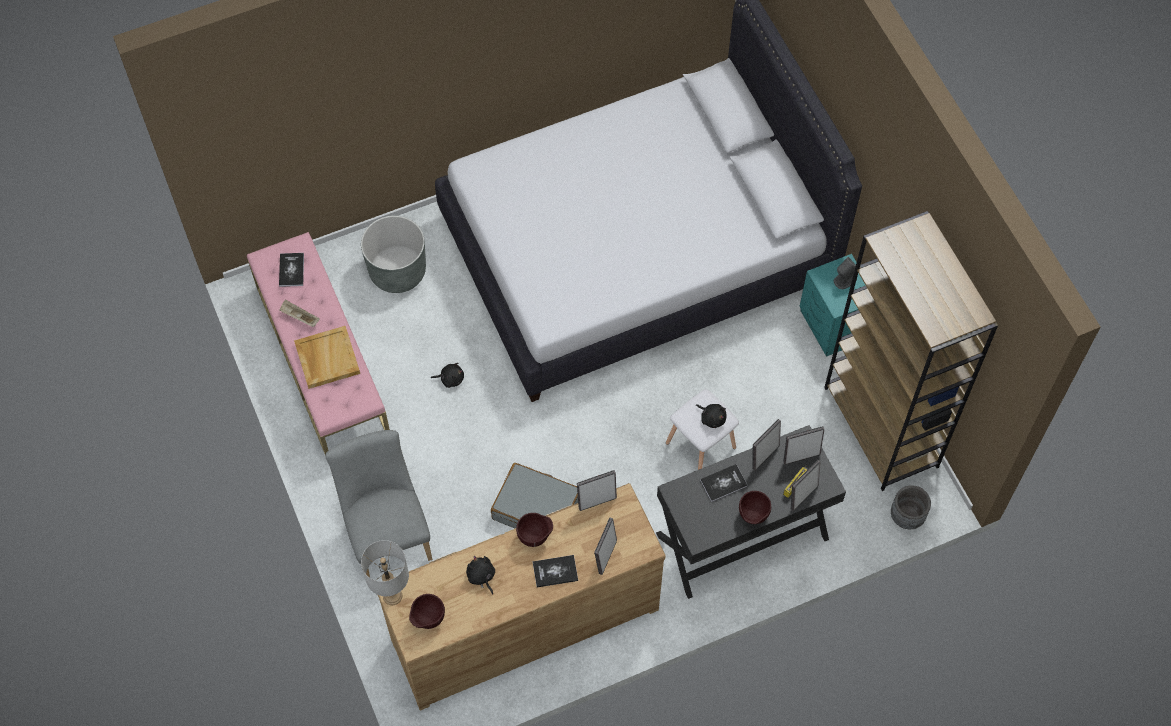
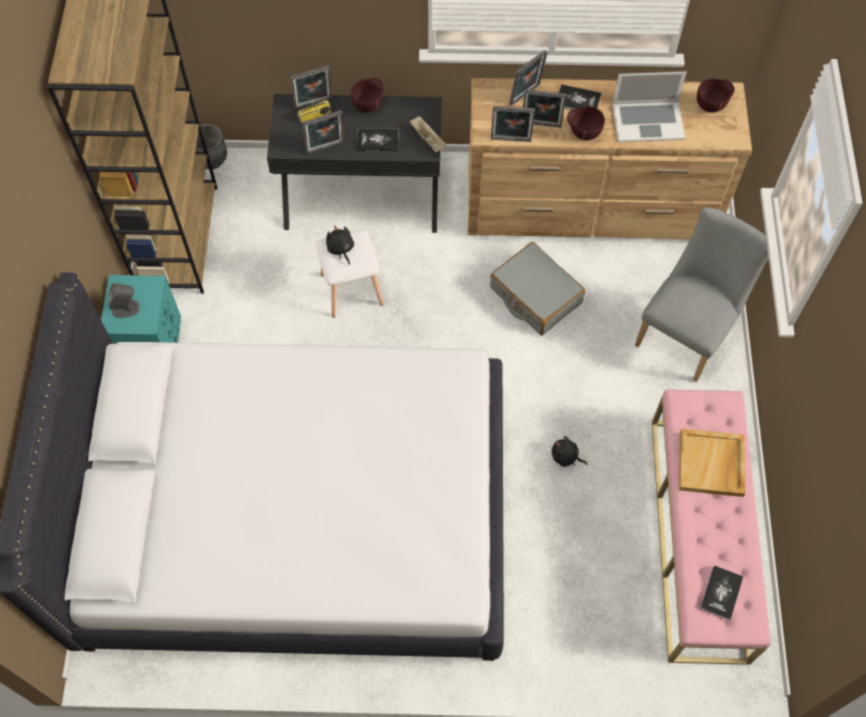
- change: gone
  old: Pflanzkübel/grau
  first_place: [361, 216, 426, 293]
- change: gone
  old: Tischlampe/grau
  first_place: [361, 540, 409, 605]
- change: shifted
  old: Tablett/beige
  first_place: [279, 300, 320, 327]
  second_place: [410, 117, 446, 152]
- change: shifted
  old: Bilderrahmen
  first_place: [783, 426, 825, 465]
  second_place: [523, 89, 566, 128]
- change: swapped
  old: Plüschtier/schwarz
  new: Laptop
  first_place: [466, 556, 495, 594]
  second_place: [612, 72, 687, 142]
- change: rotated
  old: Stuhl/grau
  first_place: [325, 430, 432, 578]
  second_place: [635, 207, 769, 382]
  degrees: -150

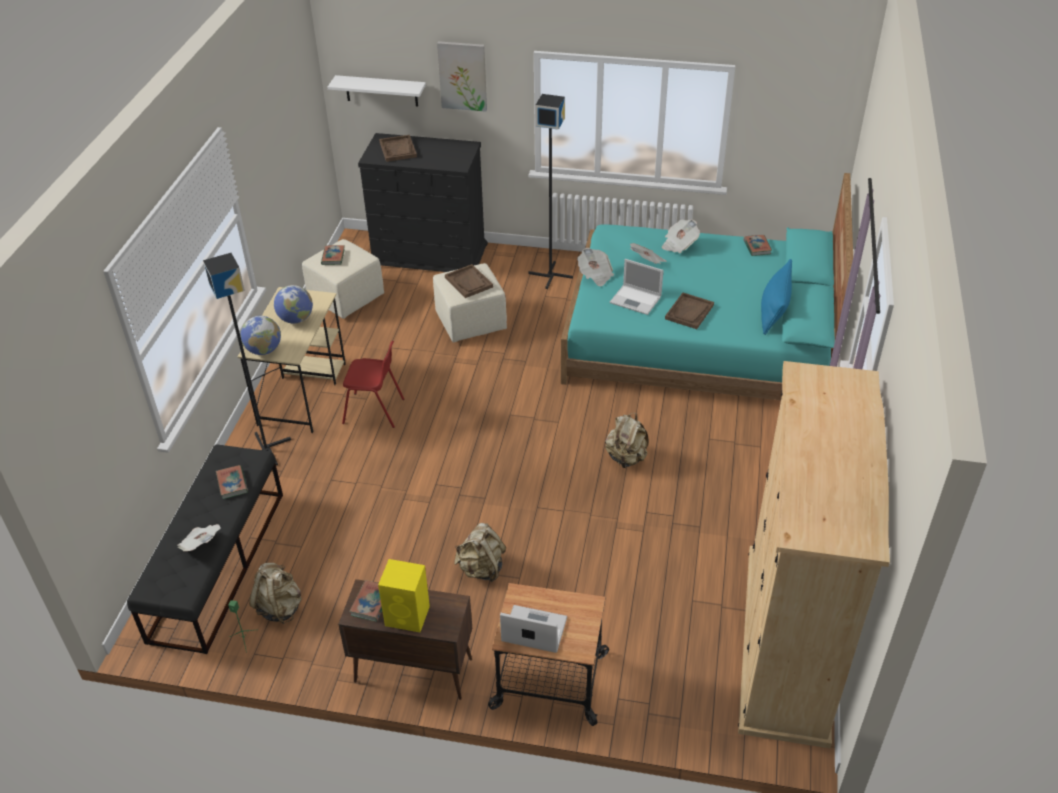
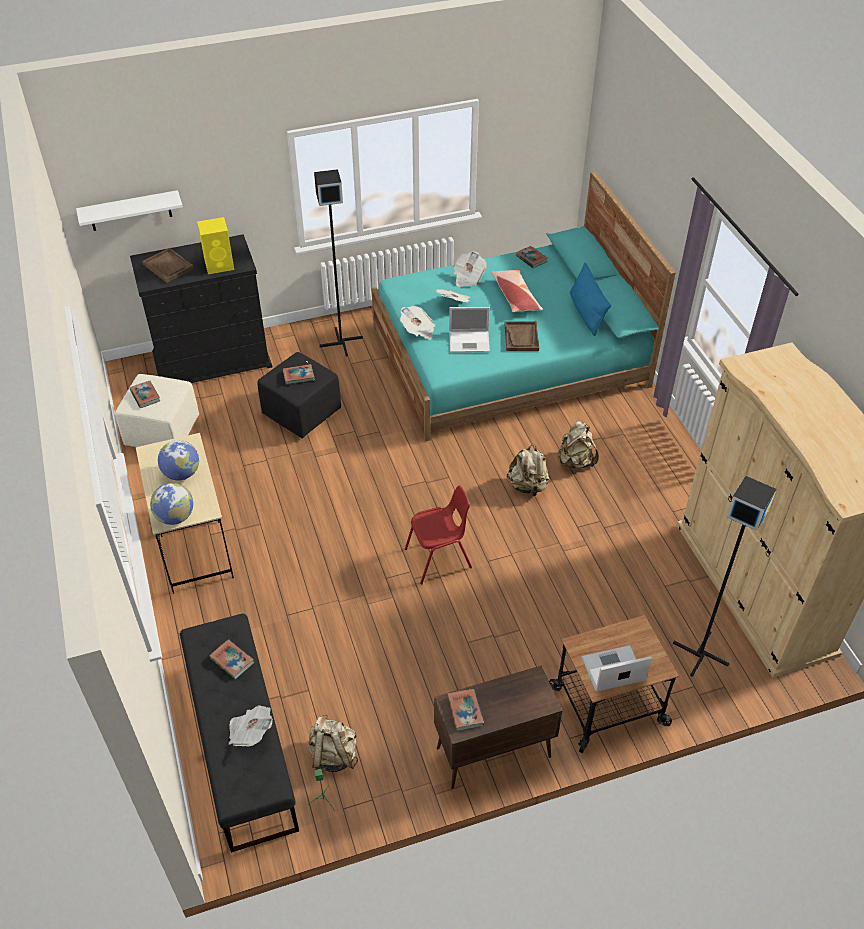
- change: gone
  old: Bild
  first_place: [437, 41, 487, 112]
- change: new
  new: Kissen
  second_place: [491, 270, 543, 312]
- change: shifted
  old: Stehlampe/schwarz
  first_place: [203, 253, 291, 465]
  second_place: [673, 476, 776, 677]
- change: shifted
  old: Stuhl/rot
  first_place: [342, 341, 404, 428]
  second_place: [405, 485, 472, 584]
- change: shifted
  old: Lautsprecher/gelb
  first_place: [378, 559, 430, 632]
  second_place: [197, 217, 234, 274]
- change: shifted
  old: Rucksack/beige
  first_place: [454, 523, 506, 582]
  second_place: [557, 421, 599, 469]
- change: swapped
  old: Tablett/braun
  new: Buch
  first_place: [445, 264, 493, 298]
  second_place: [283, 364, 315, 385]
- change: repainted
  old: Polsterhocker/beige
  new: Polsterhocker/schwarz
  first_place: [433, 263, 507, 342]
  second_place: [257, 352, 341, 438]

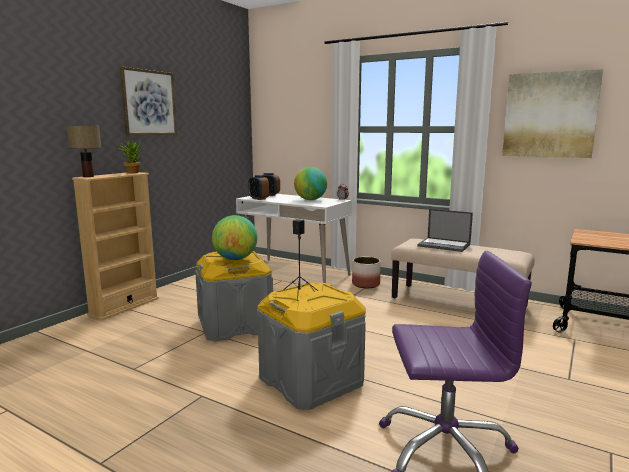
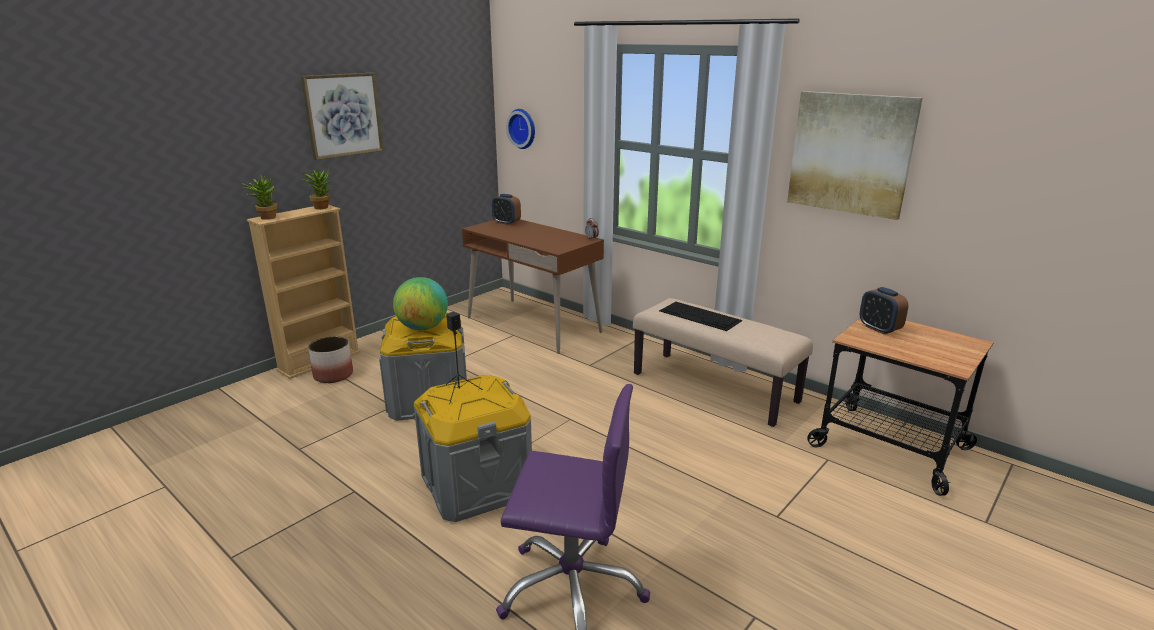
- change: gone
  old: Globus
  first_place: [294, 167, 327, 200]
- change: new
  new: Wanduhr
  second_place: [506, 109, 535, 149]
- change: shifted
  old: Wecker
  first_place: [248, 175, 269, 200]
  second_place: [860, 287, 908, 334]
- change: shifted
  old: Pflanzkübel
  first_place: [352, 257, 381, 288]
  second_place: [308, 336, 353, 383]
- change: swapped
  old: Tischlampe
  new: Topfpflanze
  first_place: [67, 126, 101, 177]
  second_place: [242, 174, 277, 220]
- change: swapped
  old: Laptop
  new: Tastatur
  first_place: [417, 209, 473, 252]
  second_place: [659, 302, 742, 331]
- change: repainted
  old: Schreibtisch/weiß
  new: Schreibtisch/braun
  first_place: [236, 194, 352, 283]
  second_place: [462, 219, 604, 354]

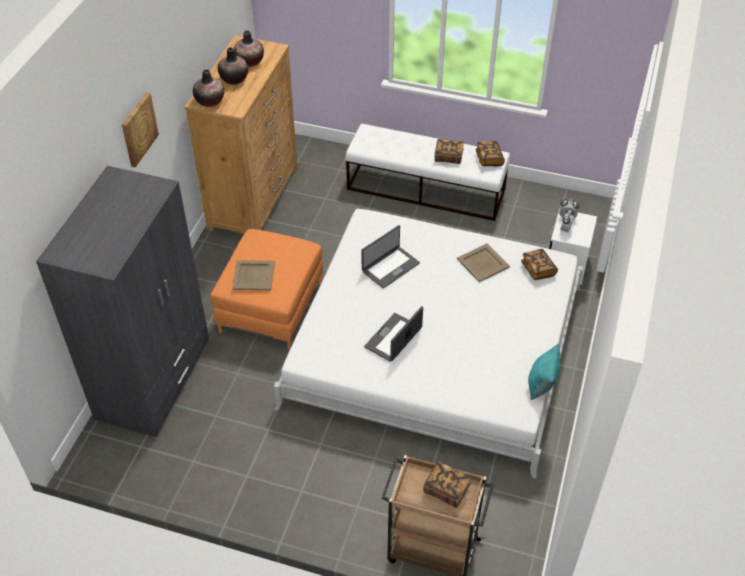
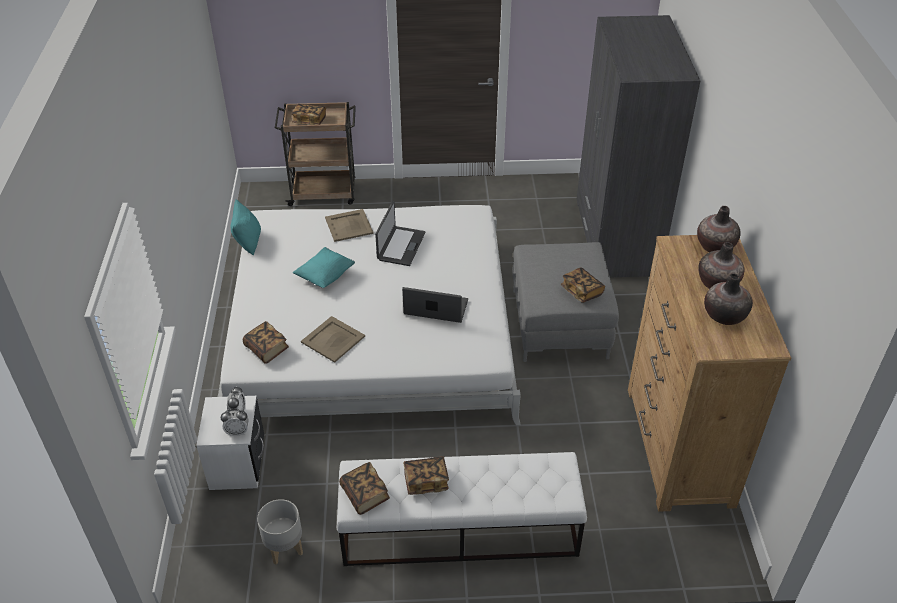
- change: gone
  old: Bild
  first_place: [122, 92, 159, 168]
- change: new
  new: Pflanzkübel/grau
  second_place: [257, 499, 303, 565]
- change: new
  new: Kissen/türkis
  second_place: [293, 247, 355, 288]
- change: new
  new: Buch
  second_place: [561, 267, 605, 303]
- change: shifted
  old: Tablett/beige
  first_place: [232, 260, 275, 290]
  second_place: [325, 209, 374, 242]
- change: repainted
  old: Polsterhocker/orange
  new: Polsterhocker/grau
  first_place: [211, 229, 323, 350]
  second_place: [512, 242, 619, 362]
- change: rotated
  old: Laptop
  first_place: [361, 225, 420, 289]
  second_place: [402, 287, 468, 323]
  degrees: 75

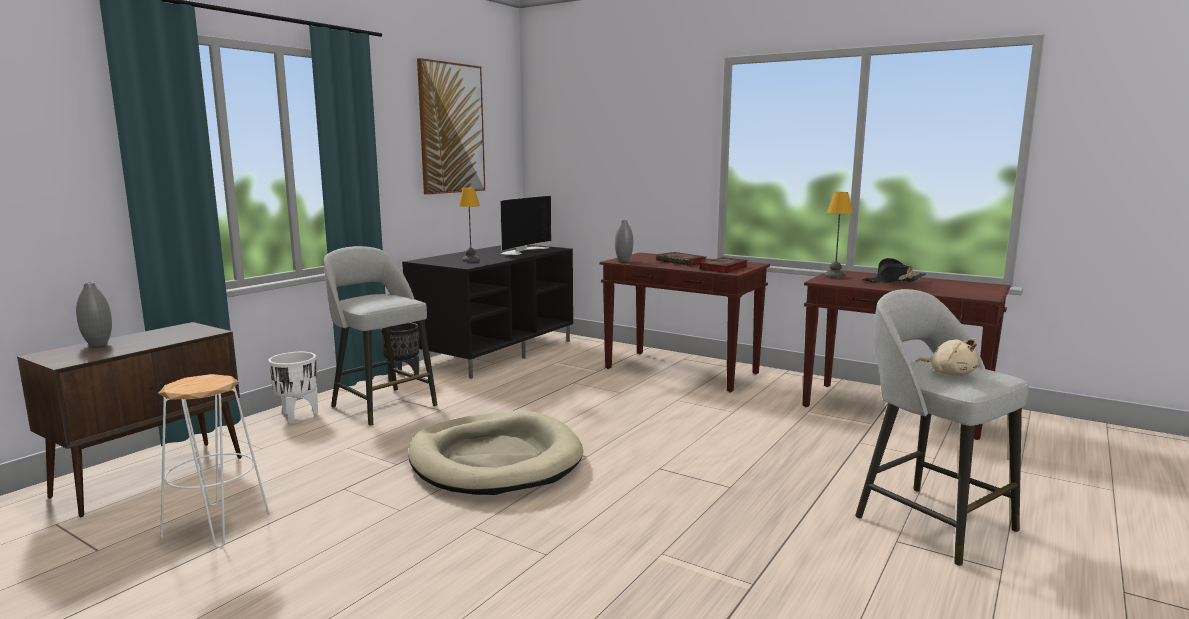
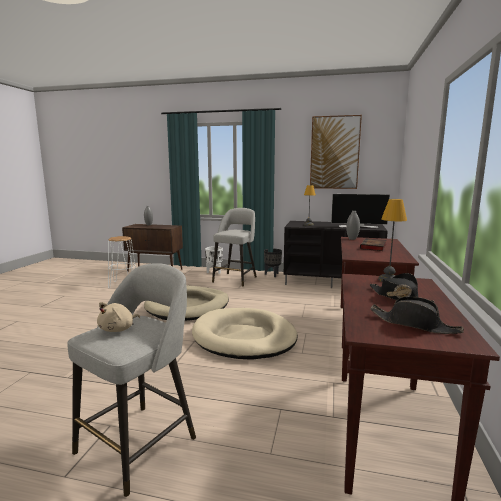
- change: gone
  old: Buch
  first_place: [700, 257, 748, 273]
- change: new
  new: Hundebett/beige
  second_place: [192, 308, 298, 360]
- change: new
  new: Hut/schwarz
  second_place: [370, 296, 464, 334]

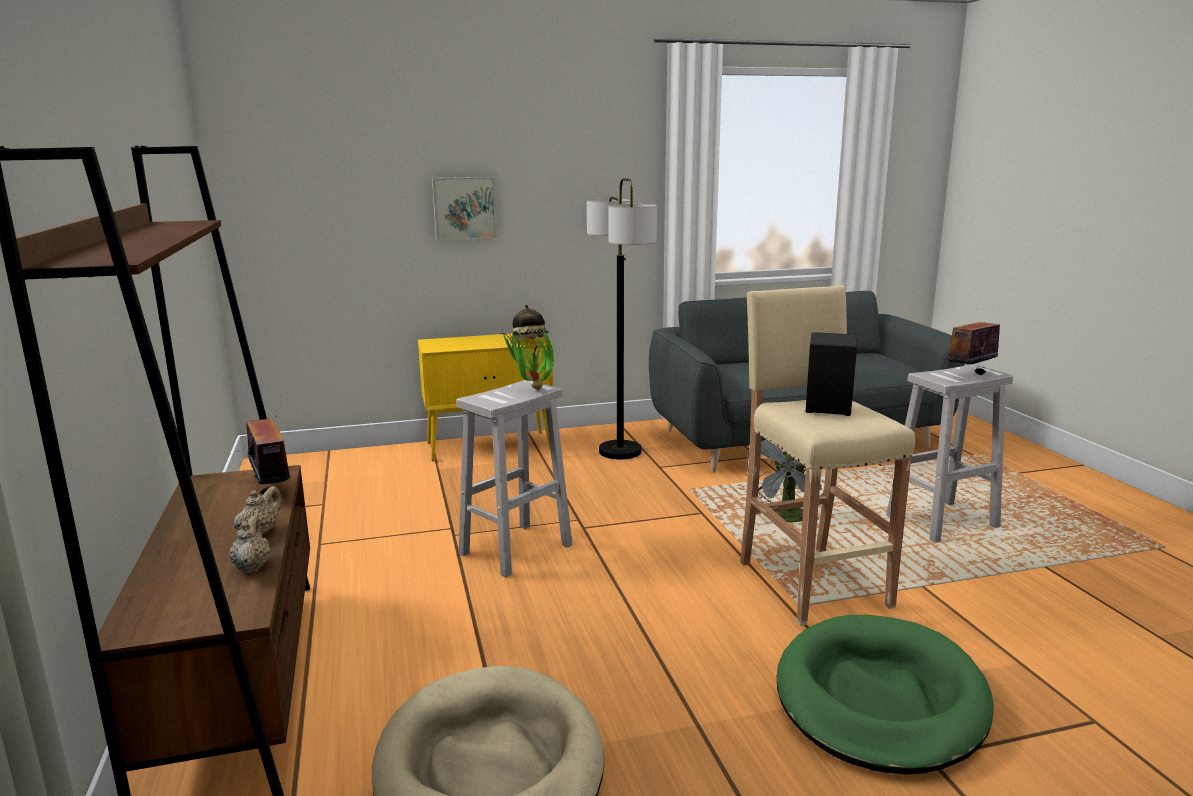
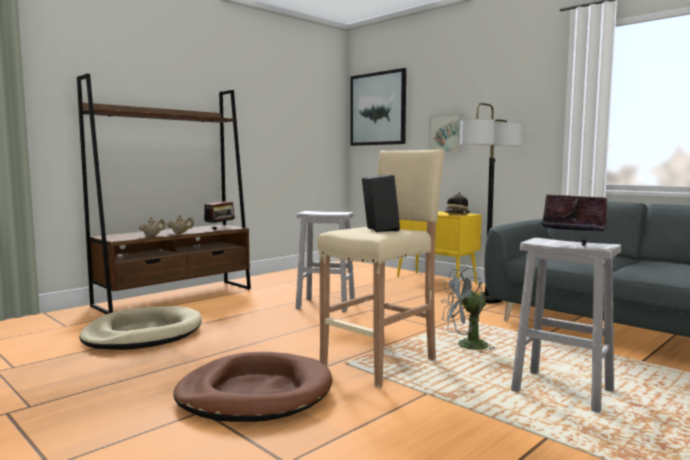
- change: gone
  old: Topfpflanze
  first_place: [500, 327, 554, 390]
- change: new
  new: Bild
  second_place: [350, 68, 406, 146]
- change: repainted
  old: Hundebett/grün
  new: Hundebett/braun
  first_place: [777, 615, 994, 774]
  second_place: [173, 352, 333, 422]

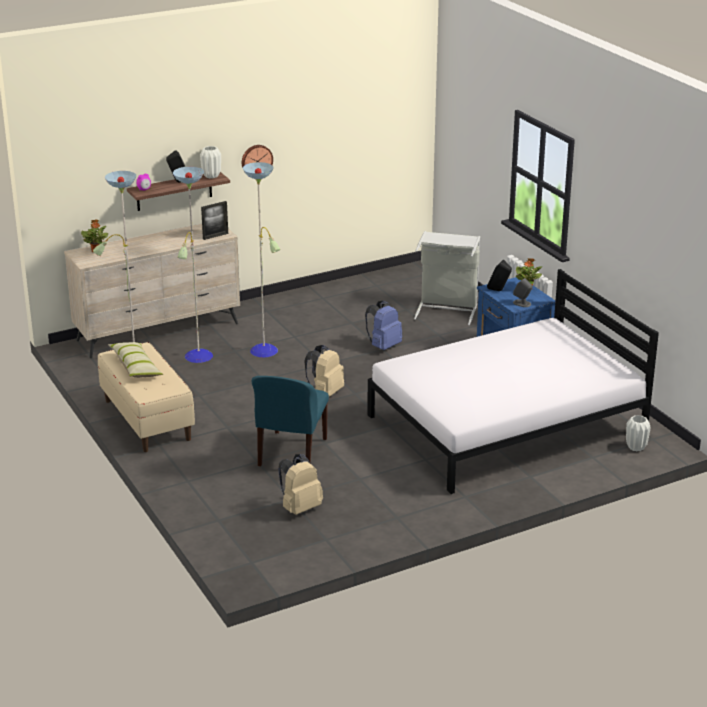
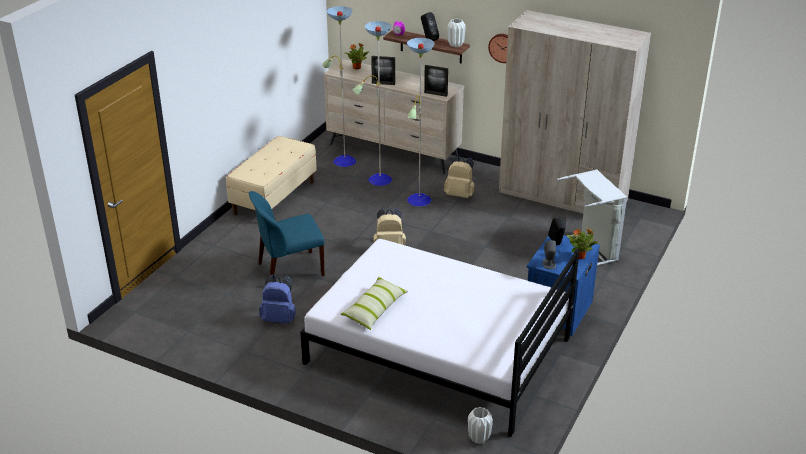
- change: new
  new: Bilderrahmen
  second_place: [371, 56, 395, 85]
- change: new
  new: Kleiderschrank/beige
  second_place: [499, 10, 651, 214]
- change: shifted
  old: Kissen
  first_place: [108, 342, 163, 378]
  second_place: [341, 276, 408, 330]
- change: shifted
  old: Rucksack/beige
  first_place: [279, 454, 323, 515]
  second_place: [444, 156, 474, 198]
- change: shifted
  old: Rucksack/blau
  first_place: [365, 301, 402, 350]
  second_place: [259, 274, 296, 324]

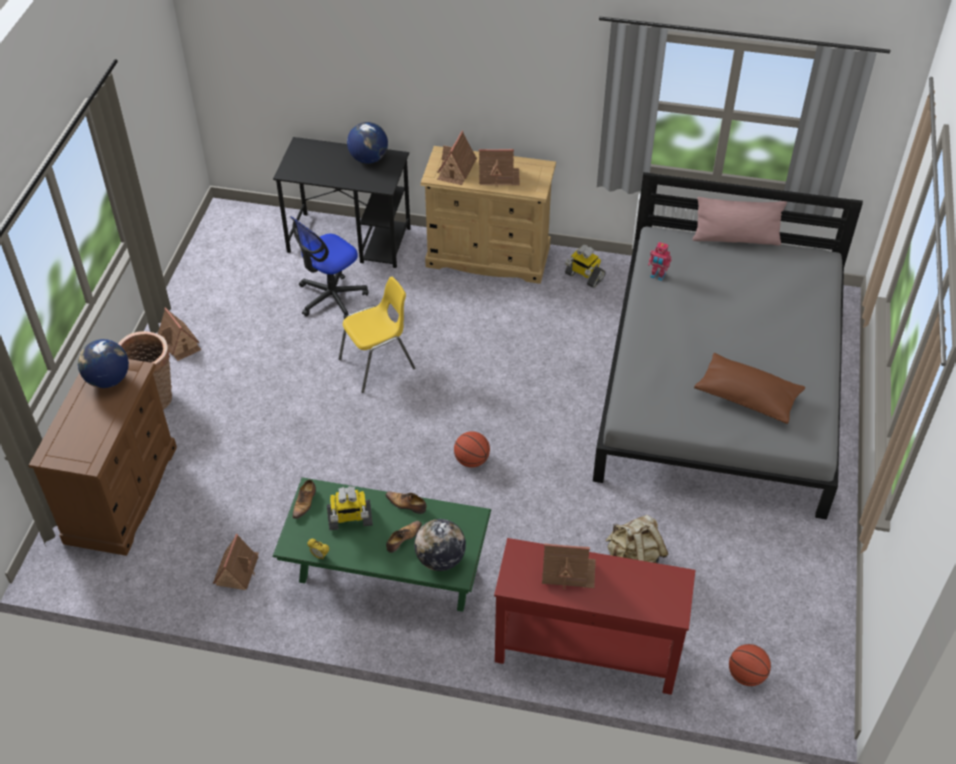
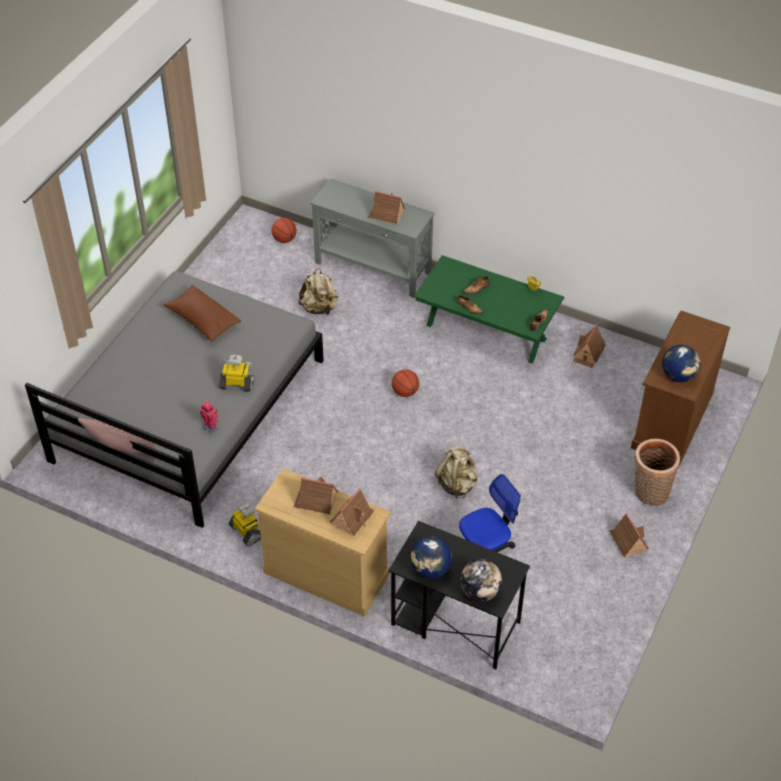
- change: shifted
  old: Spielzeugroboter
  first_place: [327, 486, 373, 530]
  second_place: [220, 354, 254, 392]
- change: shifted
  old: Globus
  first_place: [414, 519, 466, 571]
  second_place: [460, 559, 502, 602]
- change: swapped
  old: Stuhl/gelb
  new: Rucksack/beige
  first_place: [339, 277, 416, 393]
  second_place: [435, 446, 478, 499]
- change: repainted
  old: Konsolentisch/rot
  new: Konsolentisch/grau
  first_place: [494, 538, 695, 695]
  second_place: [311, 178, 435, 298]

